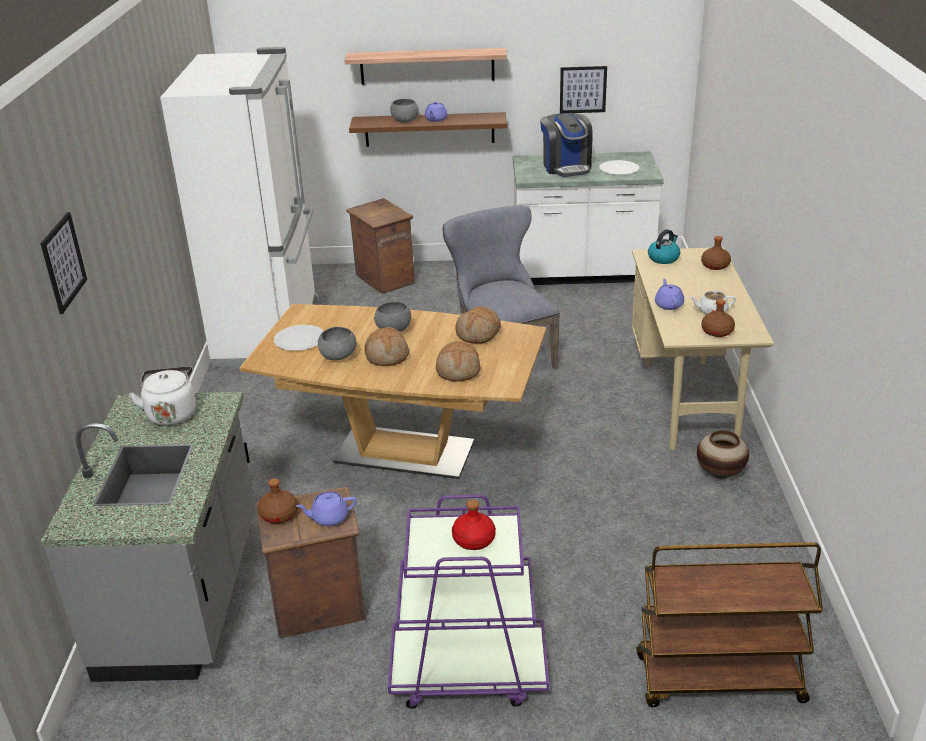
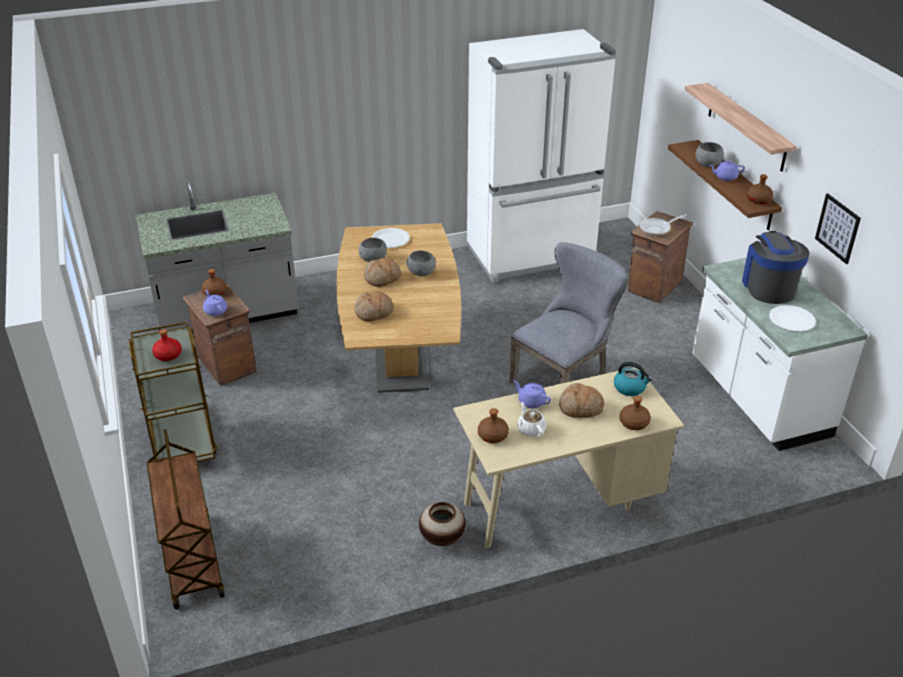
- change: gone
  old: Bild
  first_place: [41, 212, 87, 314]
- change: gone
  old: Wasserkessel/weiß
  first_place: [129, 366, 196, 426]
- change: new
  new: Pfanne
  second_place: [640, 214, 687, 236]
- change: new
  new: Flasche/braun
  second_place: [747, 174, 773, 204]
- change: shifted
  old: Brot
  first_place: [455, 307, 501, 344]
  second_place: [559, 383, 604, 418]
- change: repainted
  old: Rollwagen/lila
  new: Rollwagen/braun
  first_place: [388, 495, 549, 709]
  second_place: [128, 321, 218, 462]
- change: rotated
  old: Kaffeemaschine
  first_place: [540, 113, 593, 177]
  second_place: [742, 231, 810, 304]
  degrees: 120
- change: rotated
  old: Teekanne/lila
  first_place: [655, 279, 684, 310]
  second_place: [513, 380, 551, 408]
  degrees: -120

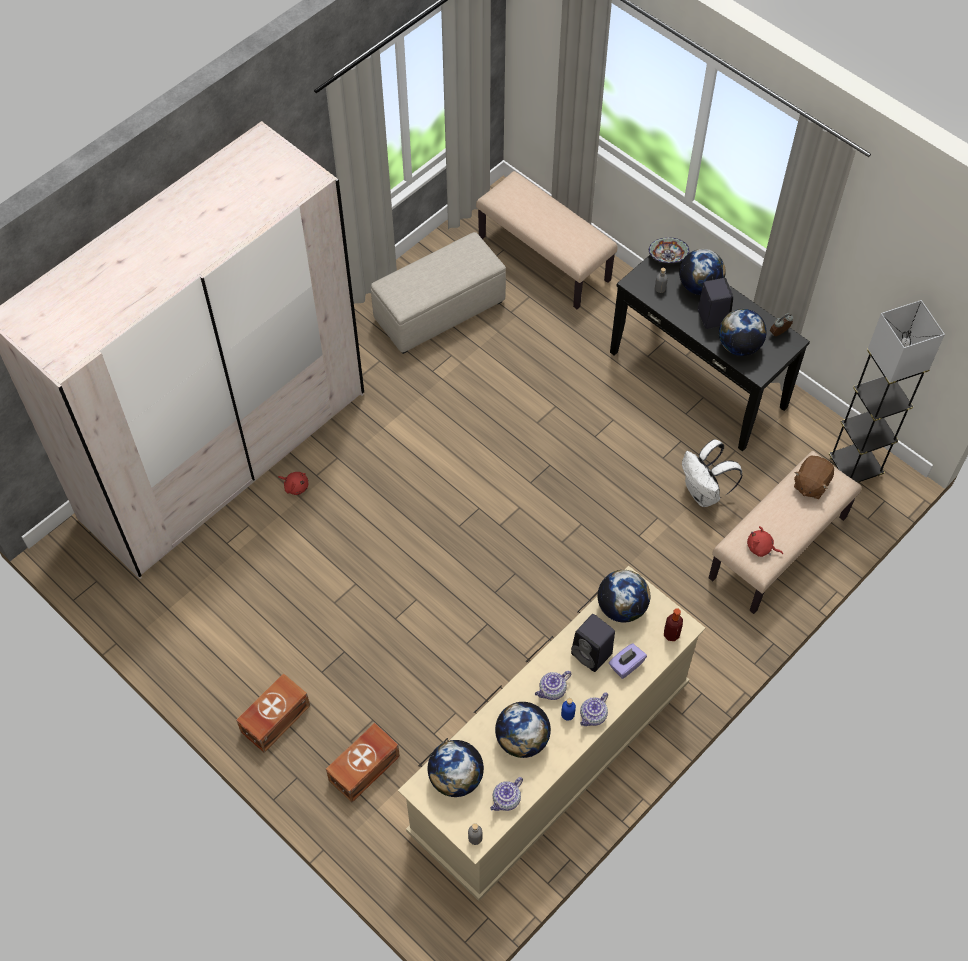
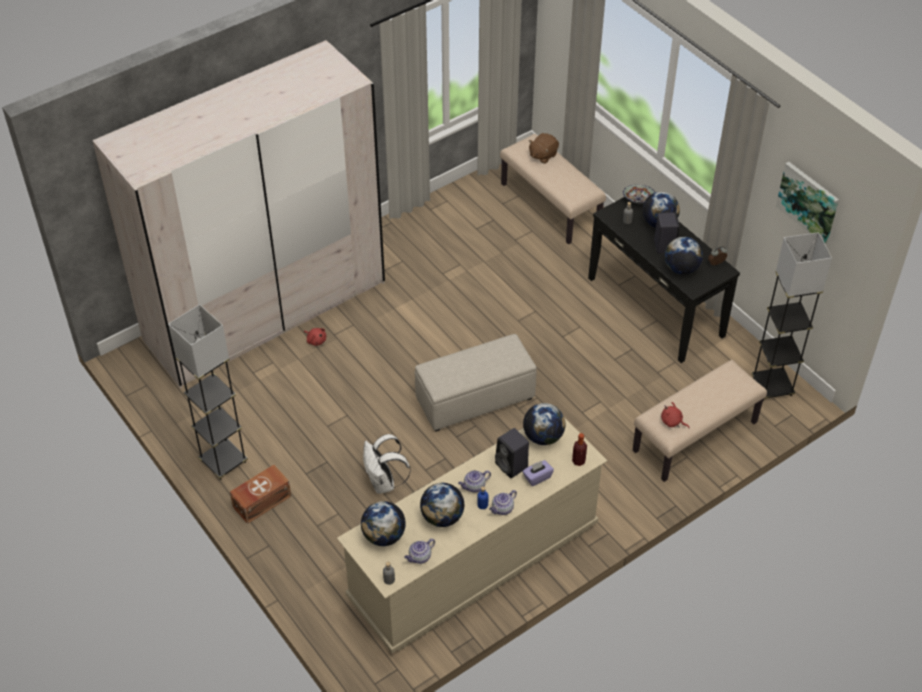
- change: gone
  old: Aufbewahrungsbox/braun
  first_place: [326, 723, 400, 803]
- change: new
  new: Stehlampe/grau
  second_place: [168, 304, 248, 480]
- change: new
  new: Bild
  second_place: [776, 162, 839, 244]
- change: shifted
  old: Polsterhocker/beige
  first_place: [371, 232, 506, 354]
  second_place: [415, 334, 537, 432]
- change: shifted
  old: Rucksack/weiß
  first_place: [682, 439, 743, 507]
  second_place: [363, 434, 411, 494]
- change: shifted
  old: Plüschtier/braun
  first_place: [794, 456, 834, 499]
  second_place: [529, 133, 559, 164]

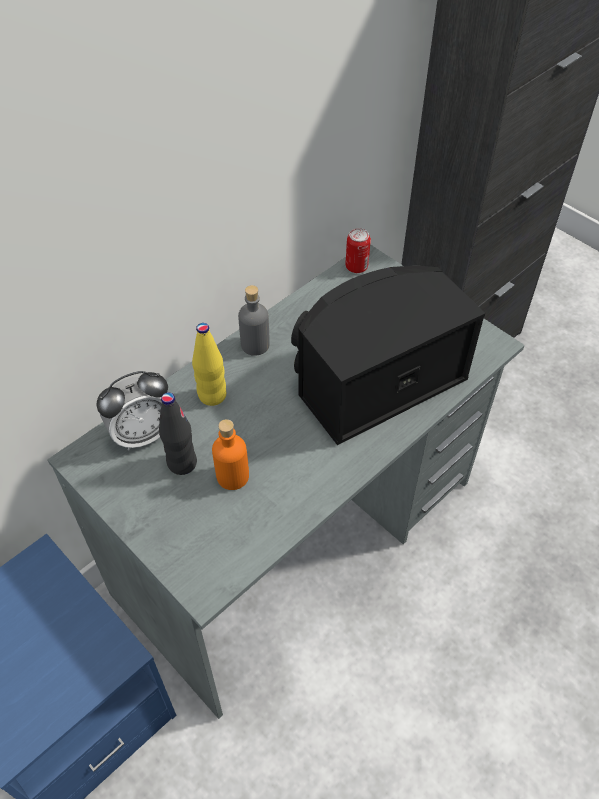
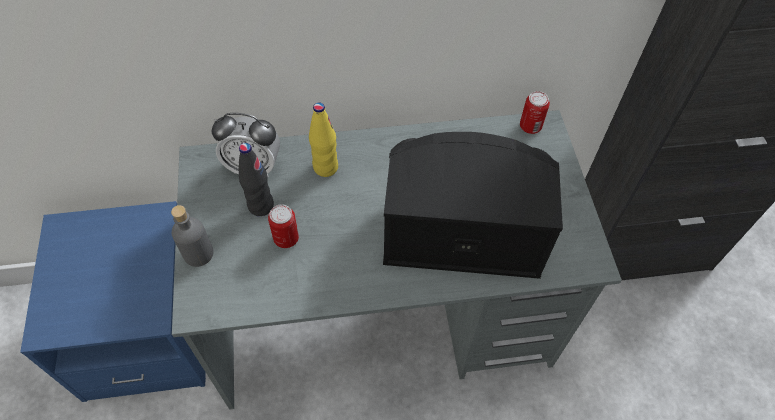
- change: shifted
  old: Flasche/grau
  first_place: [238, 285, 270, 356]
  second_place: [171, 205, 214, 267]
- change: swapped
  old: Flasche/orange
  new: Dose
  first_place: [212, 419, 249, 490]
  second_place: [268, 204, 299, 248]

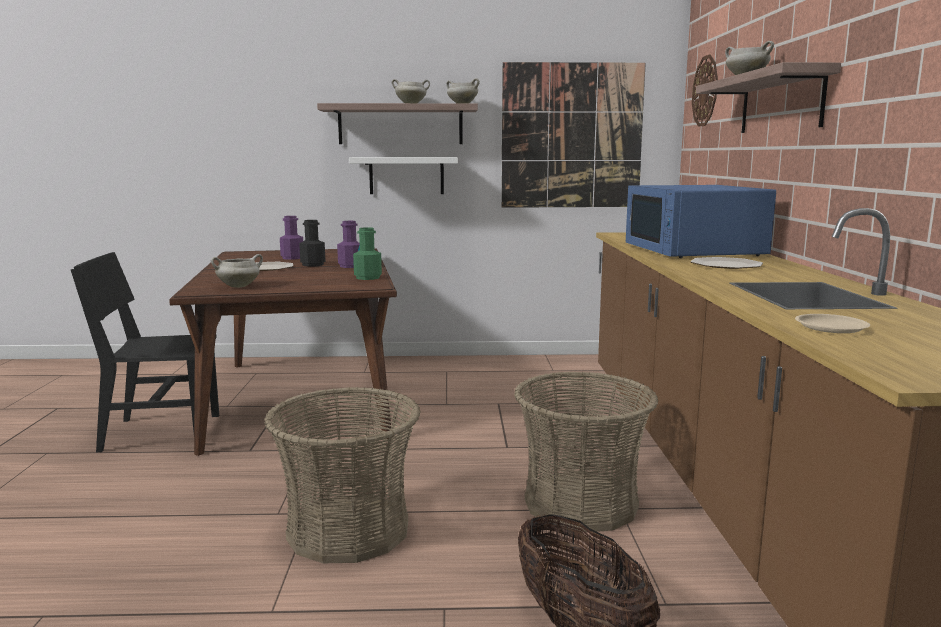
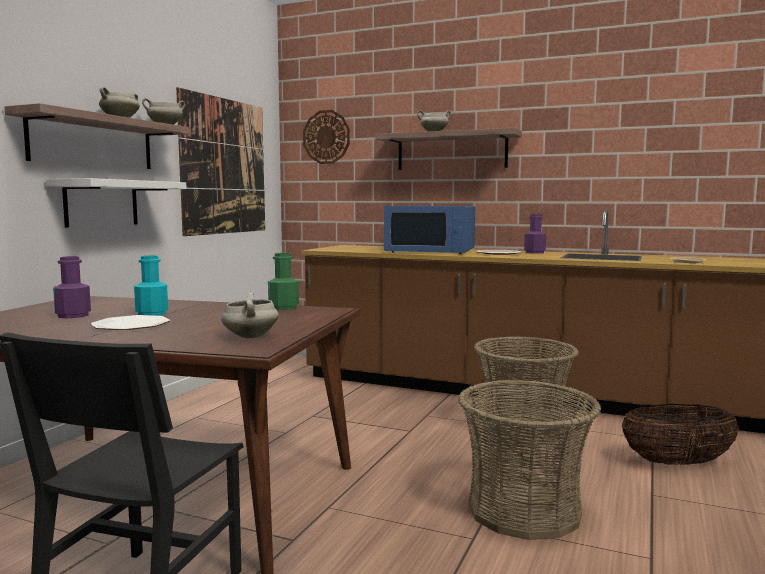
- change: shifted
  old: Flasche/lila
  first_place: [337, 221, 360, 268]
  second_place: [524, 214, 546, 254]
- change: repainted
  old: Flasche/schwarz
  new: Flasche/türkis
  first_place: [299, 220, 326, 267]
  second_place: [134, 255, 168, 316]

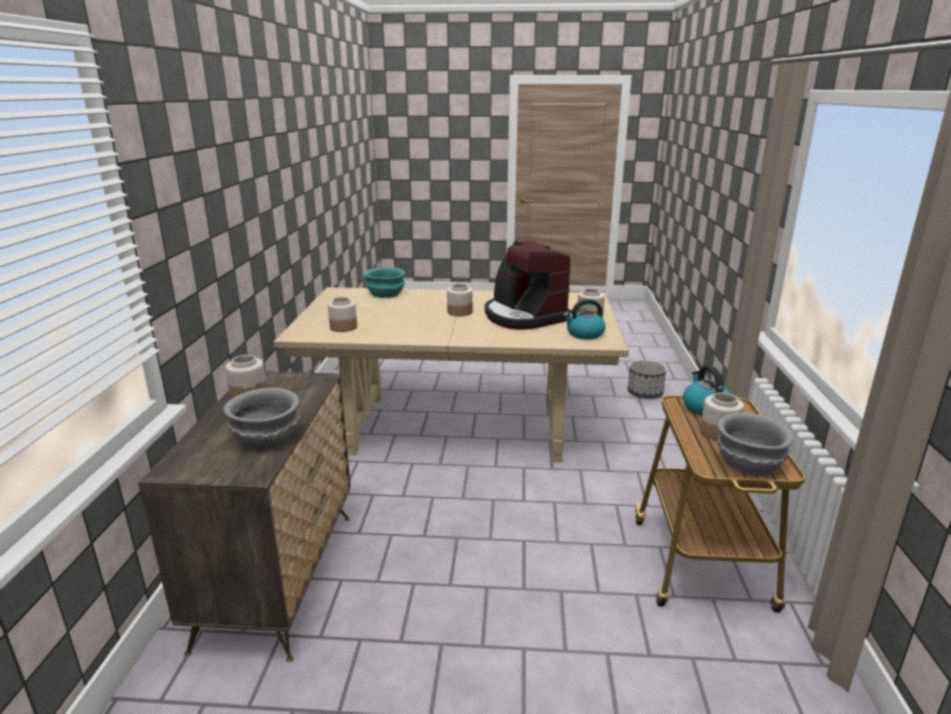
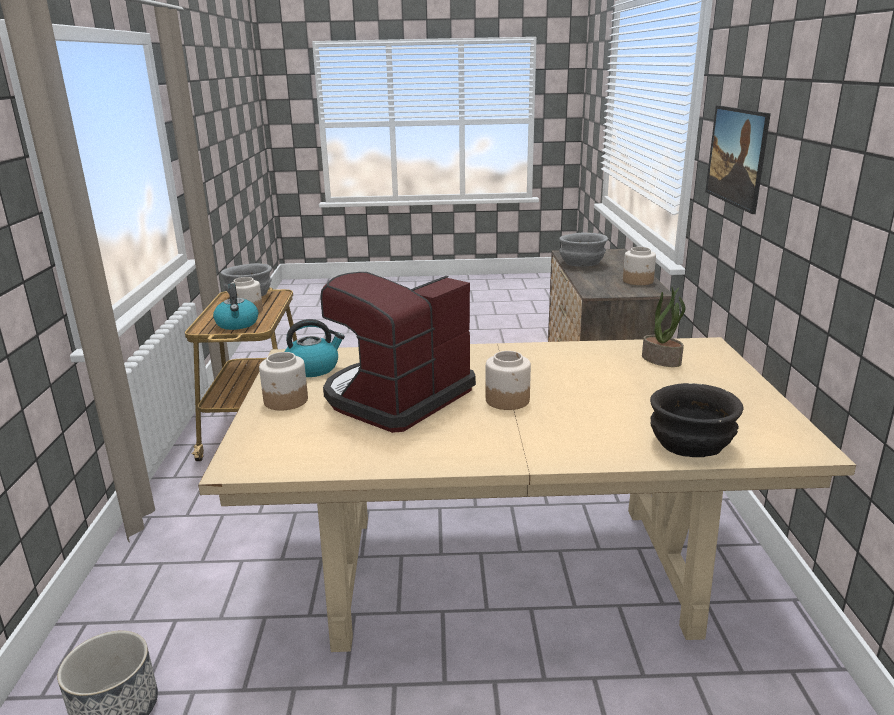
- change: new
  new: Bild
  second_place: [705, 105, 771, 214]
- change: swapped
  old: Vorratsglas
  new: Topfpflanze
  first_place: [328, 297, 357, 332]
  second_place: [642, 287, 685, 367]
- change: repainted
  old: Schüssel/türkis
  new: Schüssel/schwarz
  first_place: [364, 267, 405, 298]
  second_place: [650, 383, 743, 457]
- change: rotated
  old: Kaffeemaschine
  first_place: [485, 240, 571, 330]
  second_place: [320, 272, 476, 433]
  degrees: -105

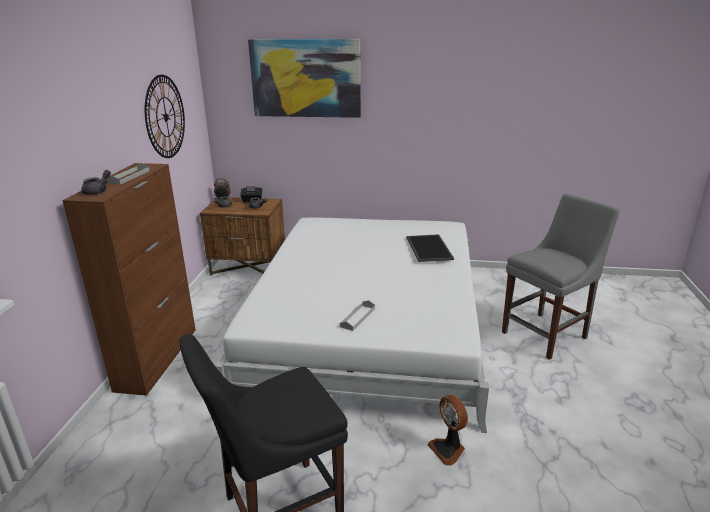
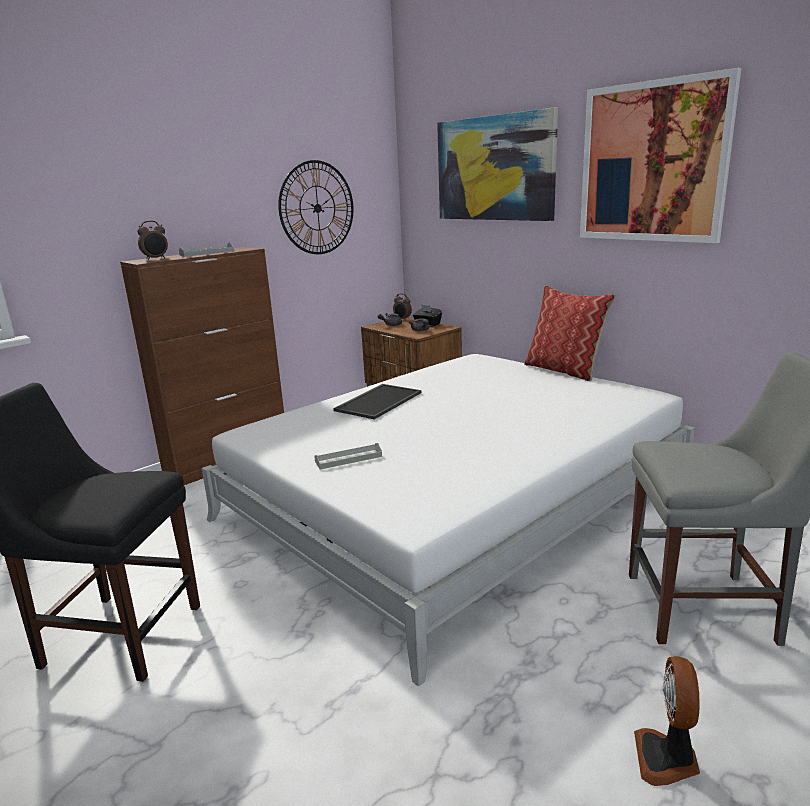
- change: new
  new: Kissen
  second_place: [524, 285, 616, 381]
- change: new
  new: Bild
  second_place: [580, 68, 741, 243]
- change: shifted
  old: Tablett
  first_place: [407, 234, 454, 262]
  second_place: [333, 384, 422, 419]
- change: shifted
  old: Ventilator
  first_place: [427, 395, 468, 466]
  second_place: [634, 656, 700, 786]
- change: swapped
  old: Teekanne/grau
  new: Wecker
  first_place: [81, 170, 111, 195]
  second_place: [137, 221, 168, 260]

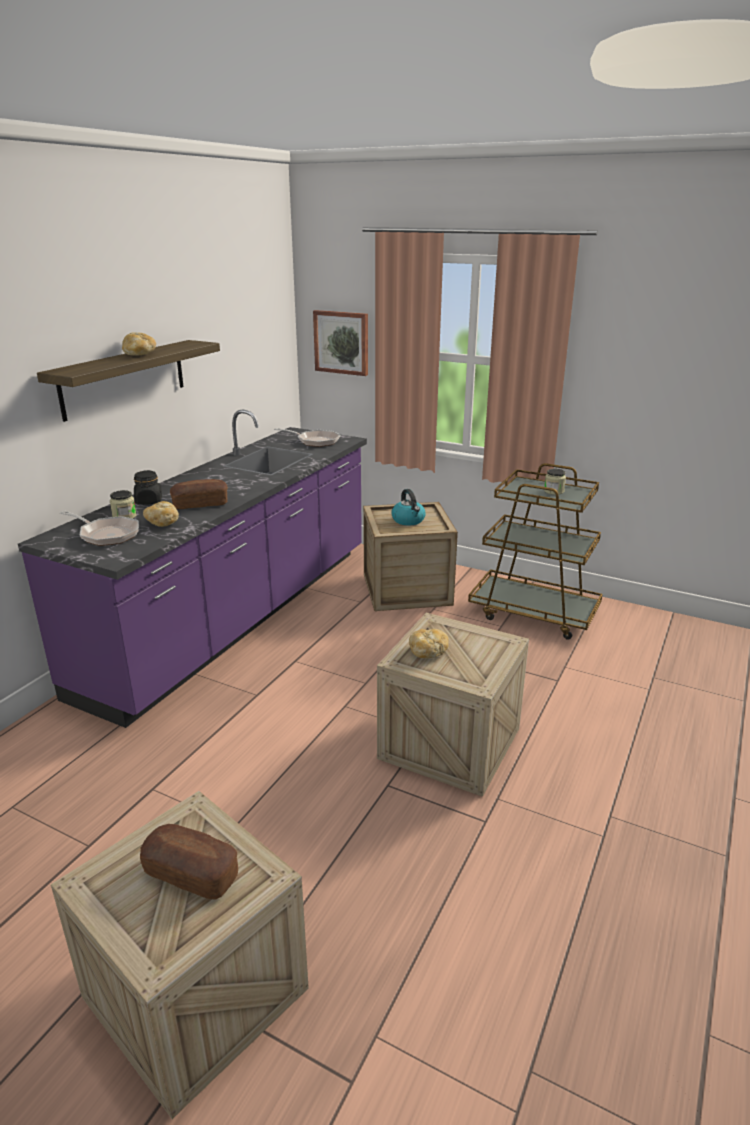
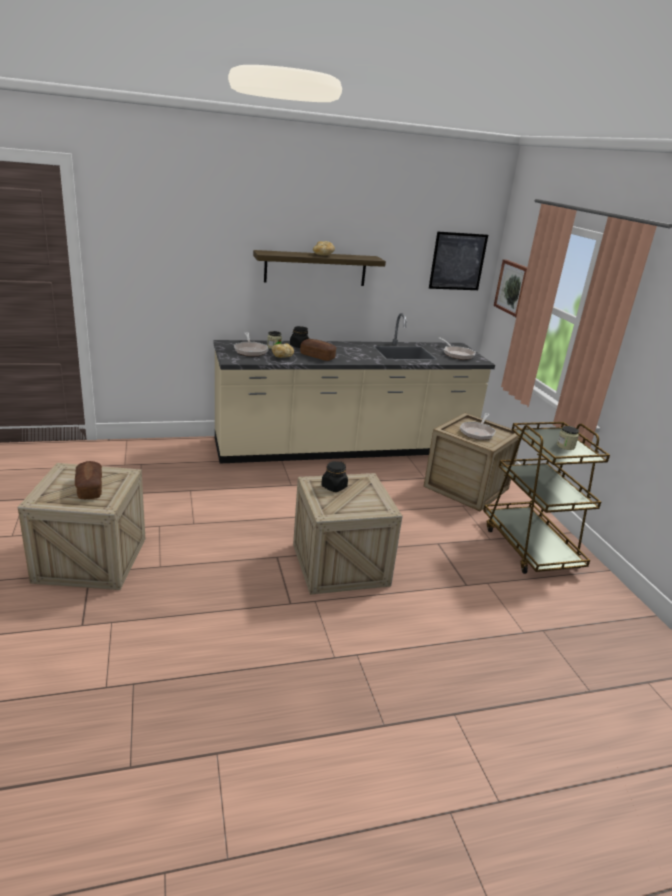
- change: new
  new: Bild
  second_place: [429, 231, 488, 290]
- change: swapped
  old: Wasserkessel
  new: Pfanne
  first_place: [392, 489, 426, 526]
  second_place: [460, 413, 496, 440]
- change: swapped
  old: Brot
  new: Vorratsglas/schwarz
  first_place: [409, 629, 449, 658]
  second_place: [321, 461, 348, 492]
- change: repainted
  old: Küchenzeile/lila
  new: Küchenzeile/beige
  first_place: [18, 410, 367, 728]
  second_place: [214, 313, 495, 463]

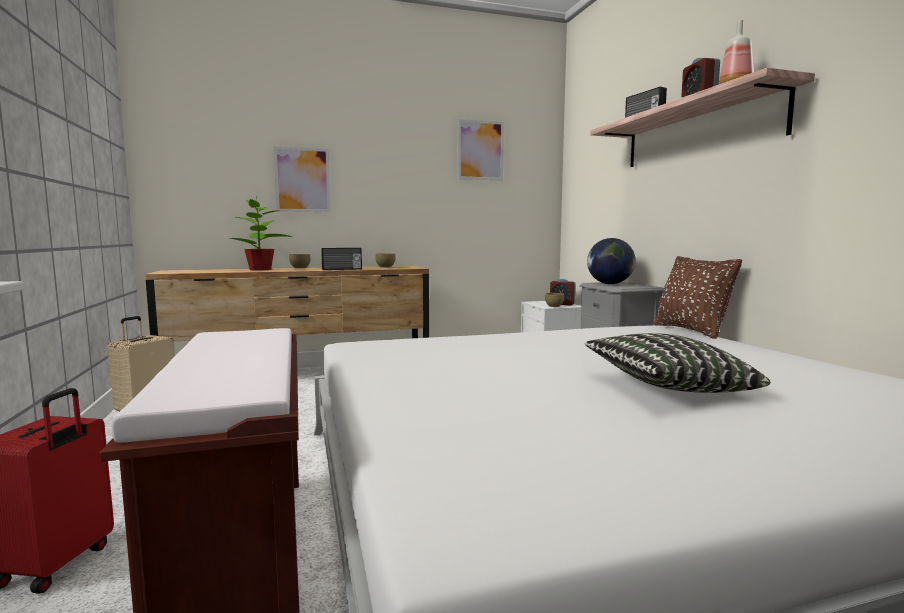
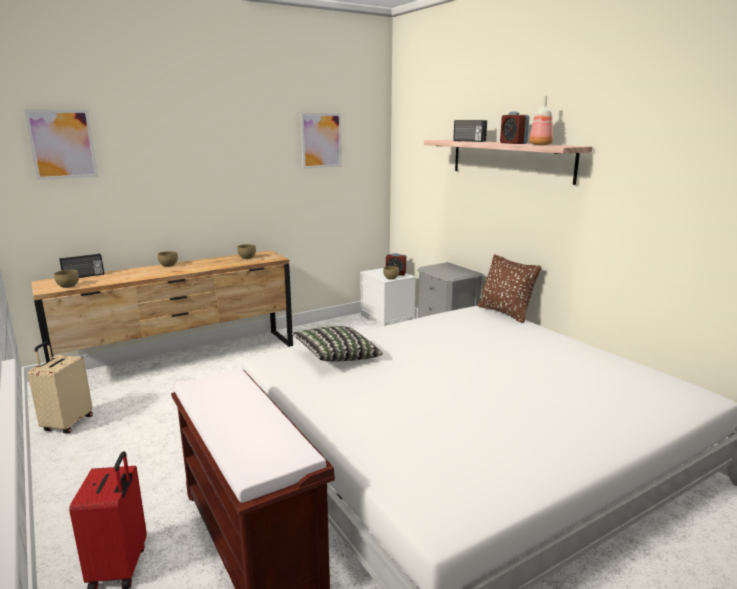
- change: gone
  old: Topfpflanze
  first_place: [230, 199, 292, 271]
- change: gone
  old: Globus
  first_place: [587, 238, 636, 284]
- change: new
  new: Schüssel/braun
  second_place: [54, 270, 79, 288]
- change: shifted
  old: Bild
  first_place: [274, 146, 331, 212]
  second_place: [24, 109, 98, 180]
- change: shifted
  old: Radio
  first_place: [321, 248, 362, 270]
  second_place: [59, 253, 104, 278]
- change: shifted
  old: Kissen
  first_place: [584, 333, 771, 393]
  second_place: [292, 326, 383, 362]

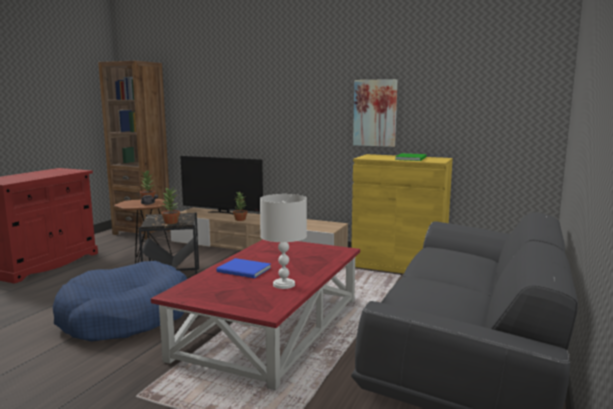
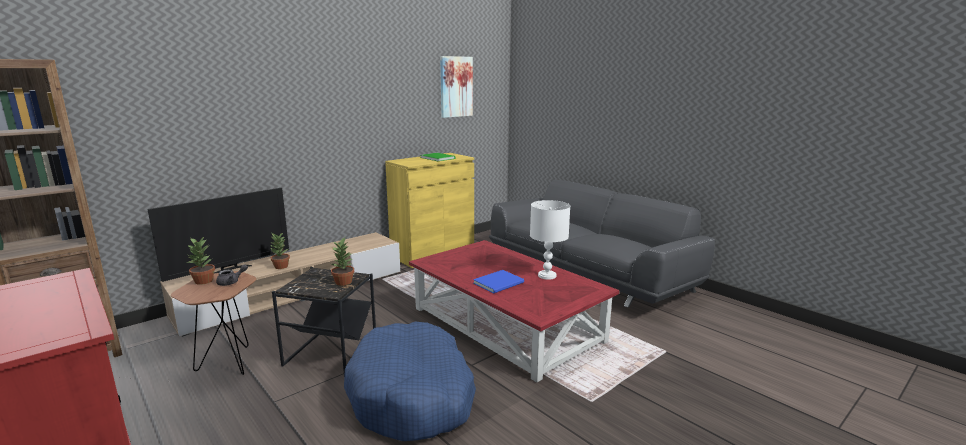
- change: shifted
  old: Bild
  first_place: [353, 79, 398, 147]
  second_place: [440, 56, 473, 118]

